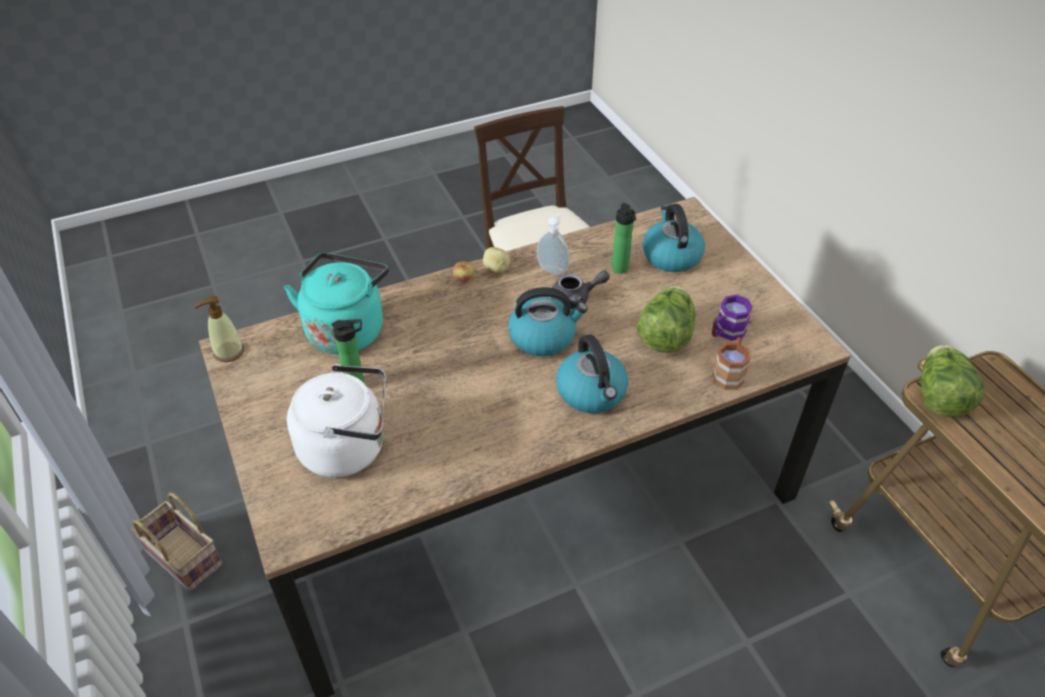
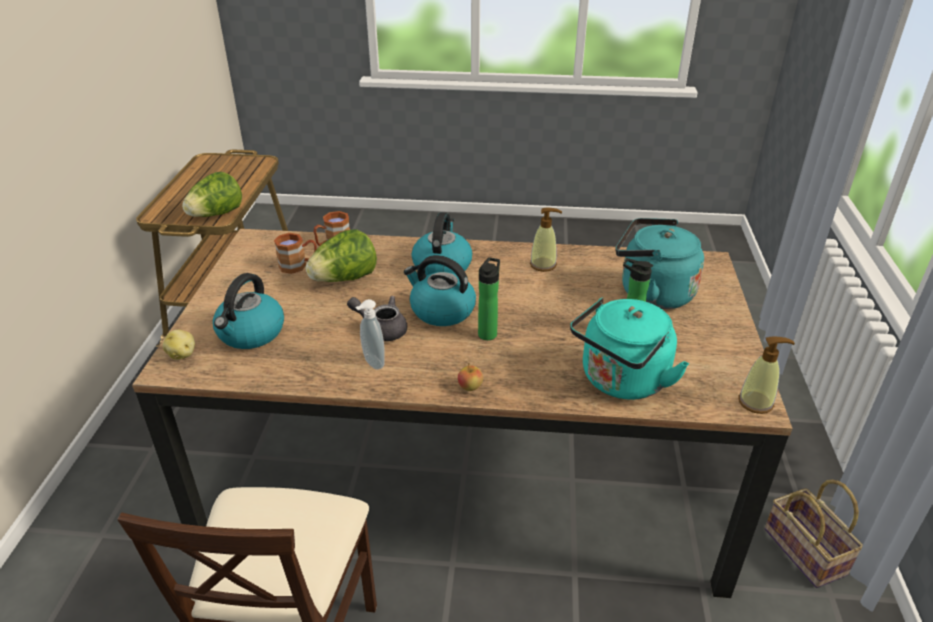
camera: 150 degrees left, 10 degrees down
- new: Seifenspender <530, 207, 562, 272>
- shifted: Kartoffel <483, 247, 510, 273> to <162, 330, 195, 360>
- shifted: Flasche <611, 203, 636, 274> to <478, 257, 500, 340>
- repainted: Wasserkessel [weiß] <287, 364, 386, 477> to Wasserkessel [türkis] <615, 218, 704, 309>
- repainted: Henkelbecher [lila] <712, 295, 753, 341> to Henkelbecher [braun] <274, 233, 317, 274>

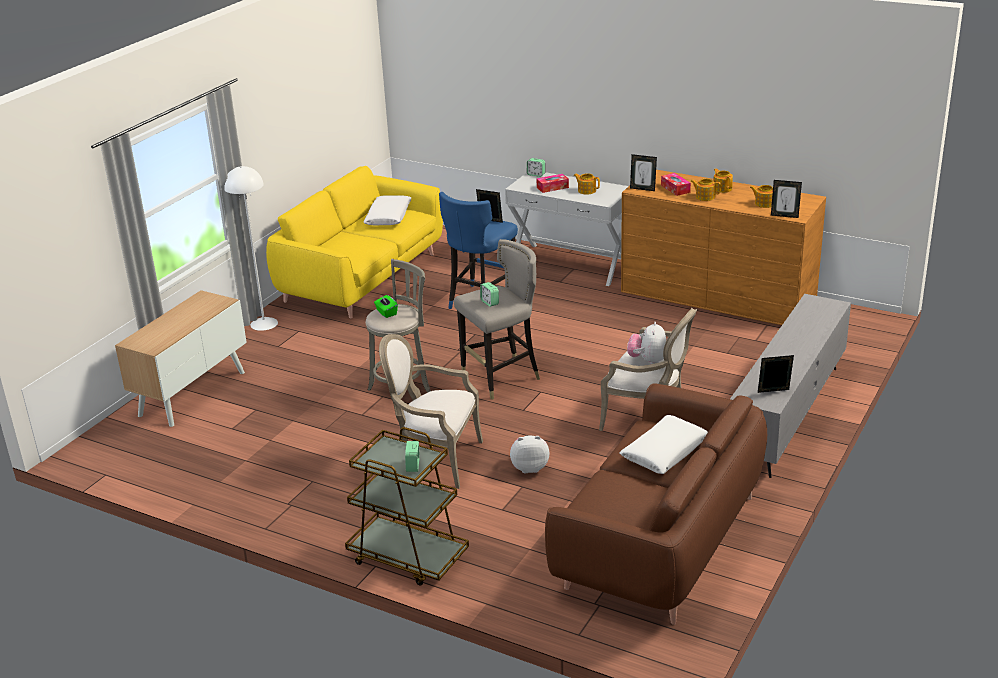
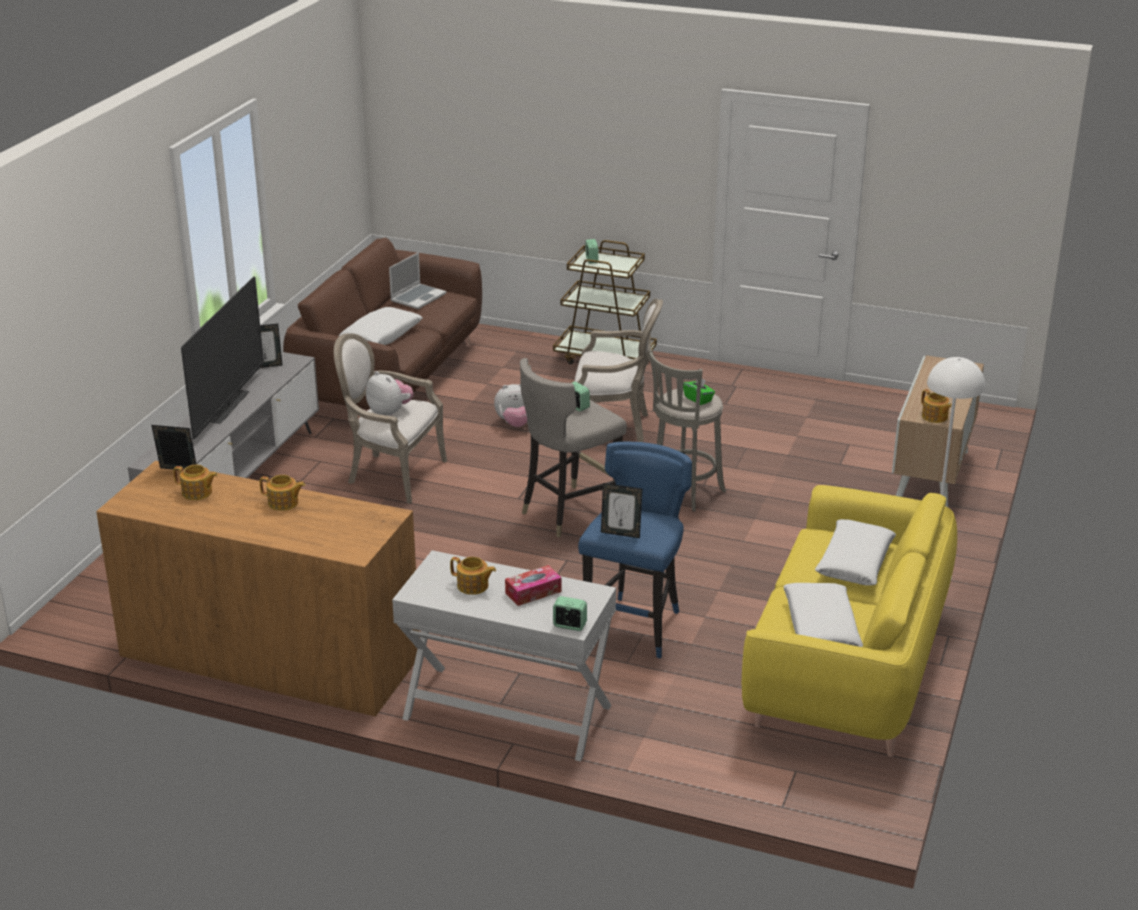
camera: 170 degrees right, 0 degrees up
- gone: Bilderrahmen <630, 154, 657, 191>
- gone: Taschentuchbox <661, 173, 691, 196>
- new: Fernseher <181, 276, 264, 440>
- new: Laptop <389, 252, 447, 309>
- new: Kissen [weiß] <815, 519, 896, 585>
- shifted: Teekanne <713, 168, 733, 193> to <921, 389, 952, 423>
- rotated: Plüschtier <627, 322, 666, 364> = <366, 371, 414, 416> 45 degrees counterclockwise

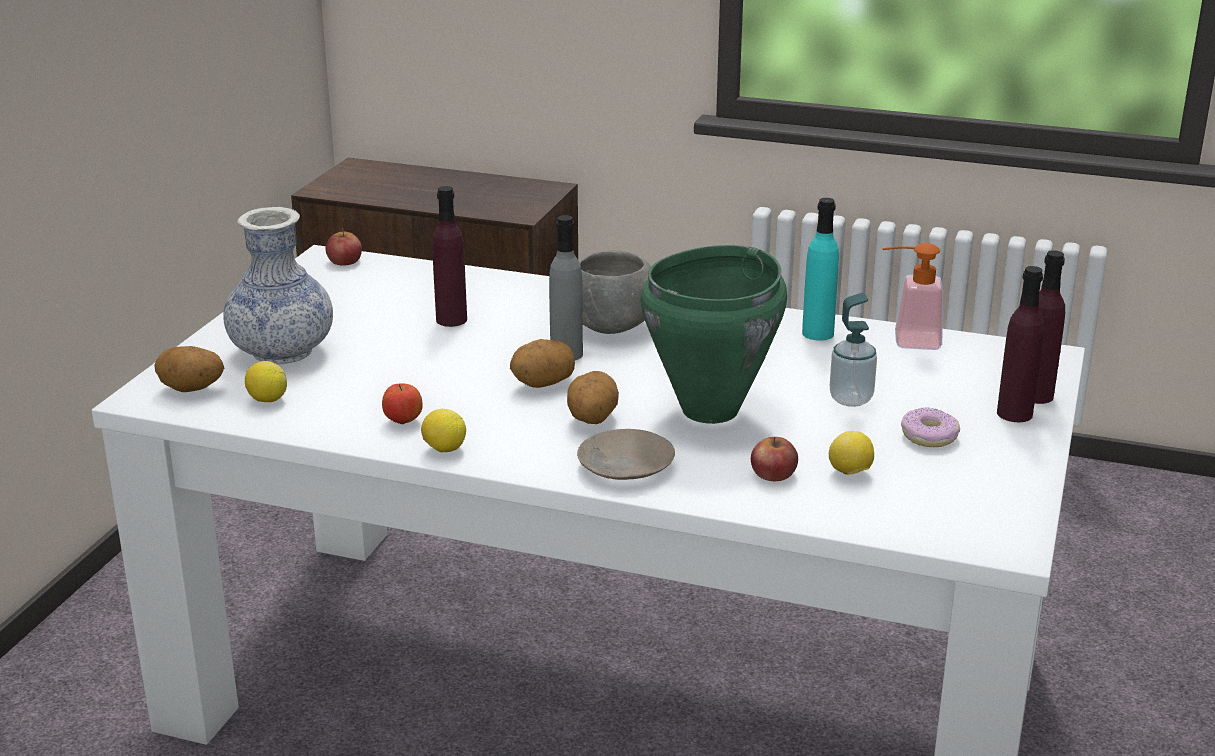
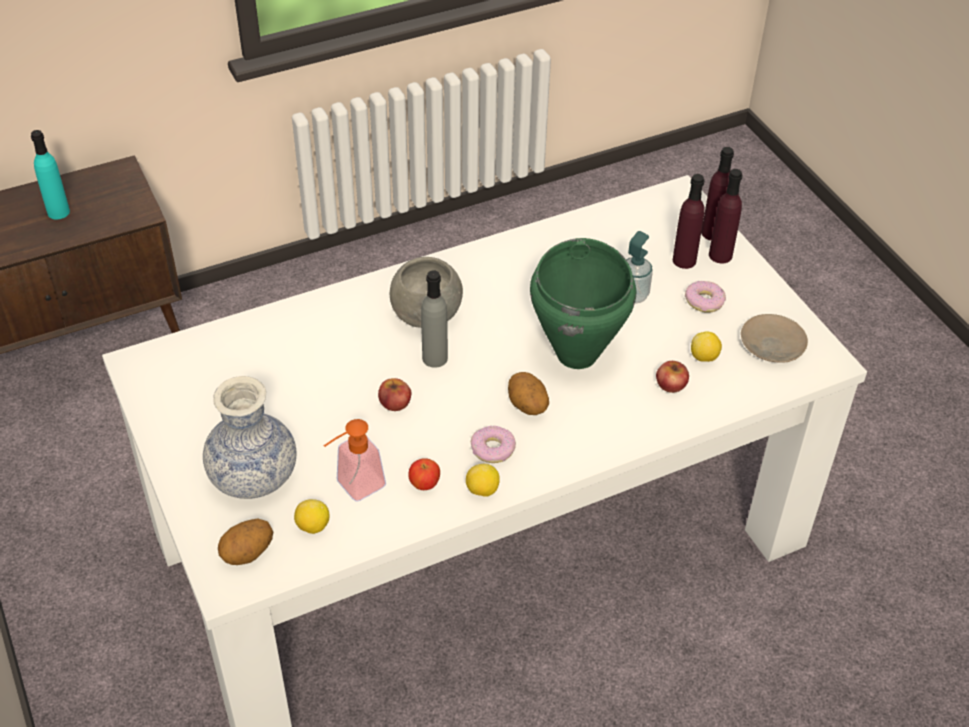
camera: 45 degrees left, 20 degrees up
- gone: Kartoffel <510, 339, 575, 388>
- new: Donut <471, 426, 516, 463>
- shifted: Apfel <326, 228, 362, 266> to <378, 378, 412, 411>
- shifted: Flasche [lila] <432, 186, 467, 327> to <673, 174, 705, 269>
- shifted: Teller [beige] <577, 429, 675, 480> to <741, 314, 808, 363>
- shifted: Flasche [türkis] <802, 198, 839, 341> to <31, 130, 70, 220>
- shifted: Seifenspender <882, 243, 943, 350> to <323, 419, 386, 502>

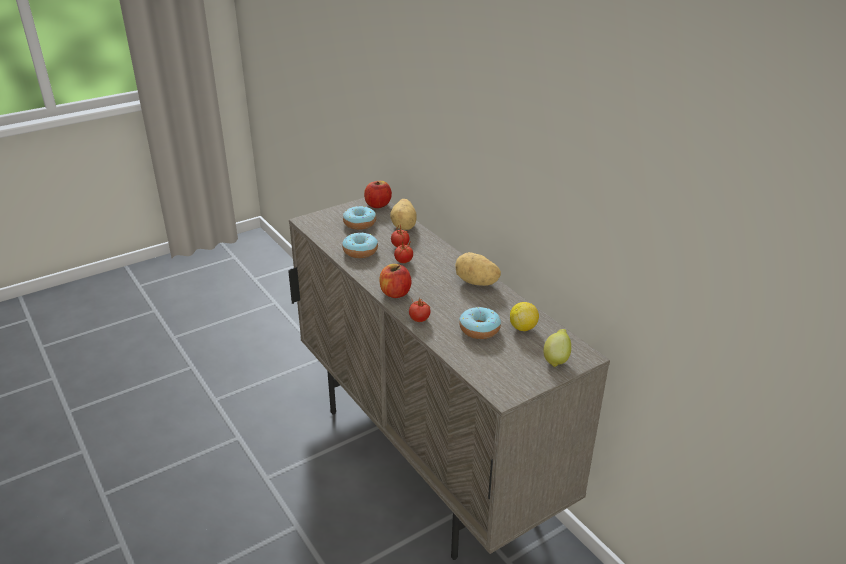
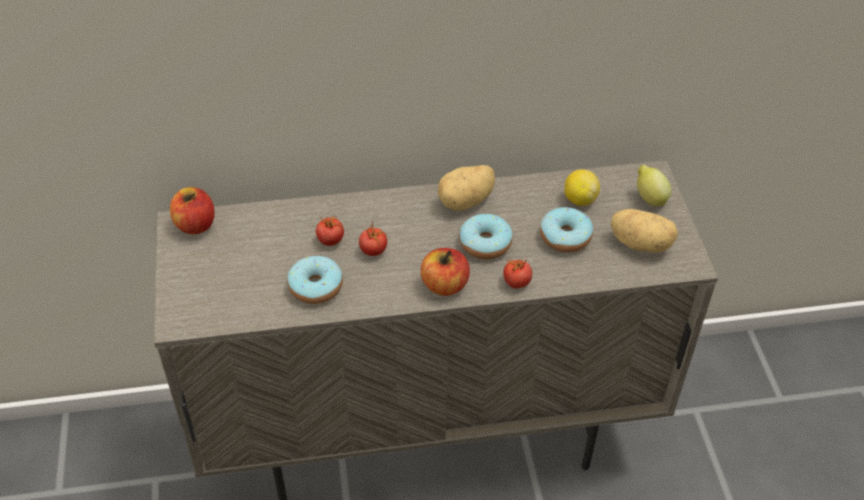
camera: 65 degrees left, 15 degrees up
- shifted: Donut <343, 206, 376, 230> to <459, 214, 513, 259>
- shifted: Kartoffel <390, 199, 416, 230> to <611, 209, 678, 253>

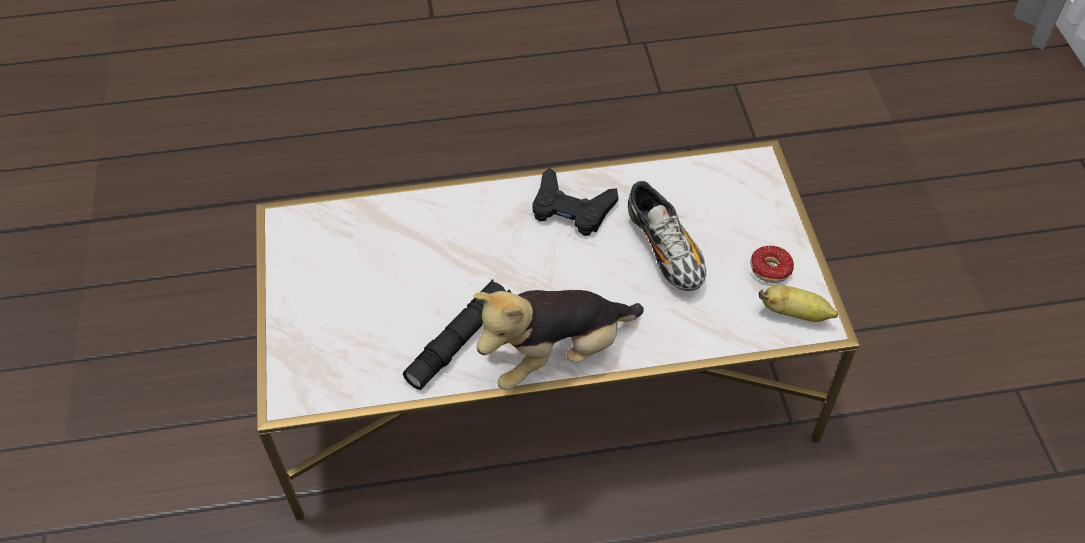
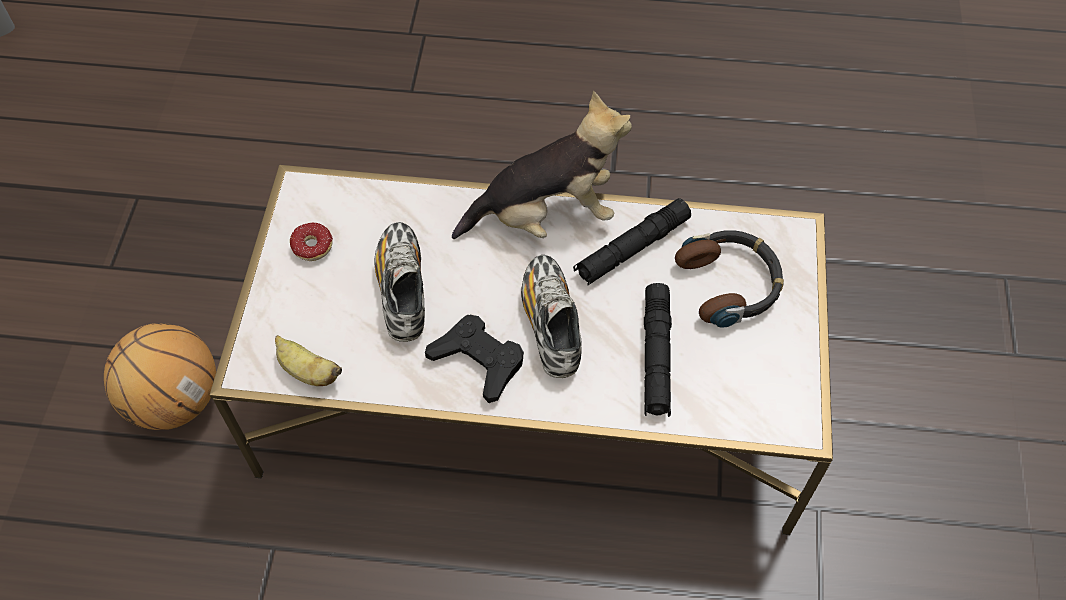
camera: 165 degrees left, 5 degrees up
- new: Basketball <104, 323, 216, 430>
- new: Schuh <521, 255, 581, 378>
- new: Taschenlampe [schwarz] <644, 283, 672, 417>
- new: Kopfhörer <675, 230, 784, 327>
- shifted: Banane <759, 285, 838, 322> to <275, 335, 342, 386>

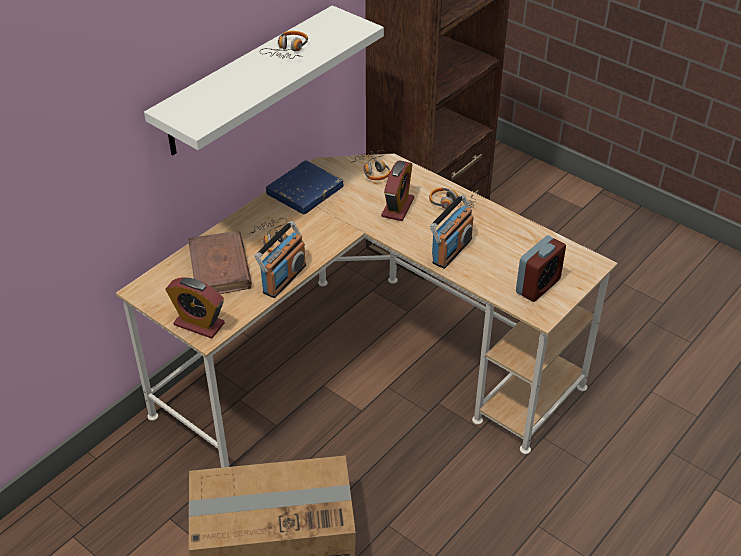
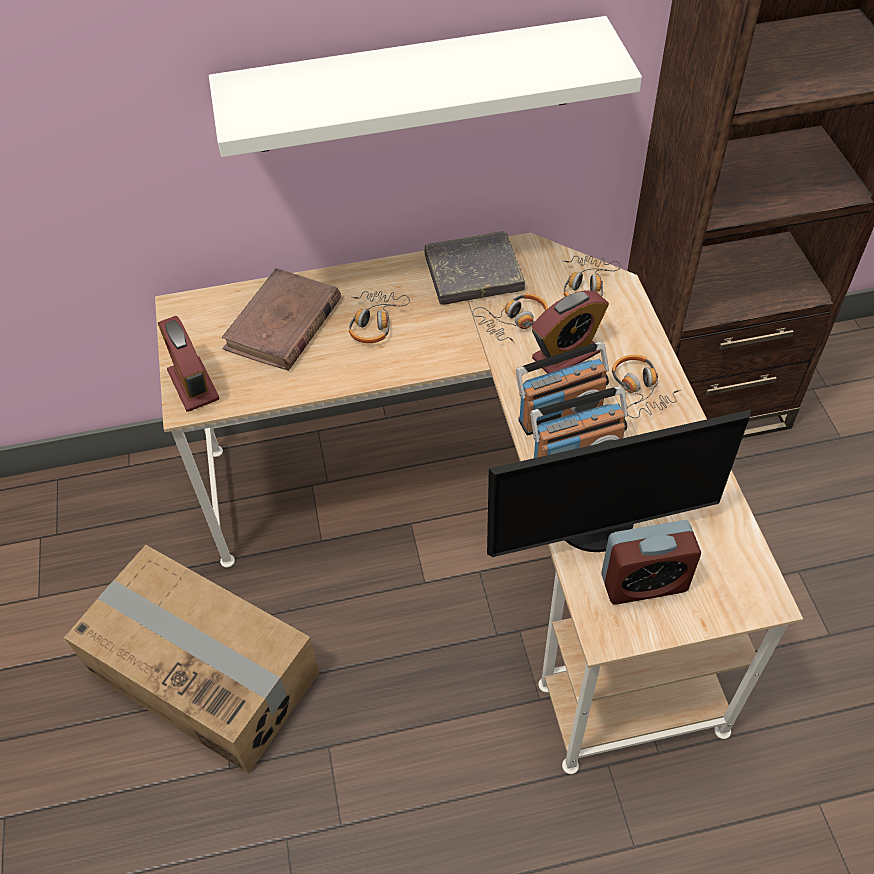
camera: 40 degrees right, 10 degrees up
- new: Monitor <487, 410, 751, 557>
- shifted: Radio <255, 221, 306, 298> to <516, 342, 609, 435>
- shifted: Kopfhörer <260, 31, 308, 59> to <472, 294, 548, 343>
- repainted: Buch [blau] <266, 160, 343, 214> to Buch [grau] <425, 231, 525, 305>

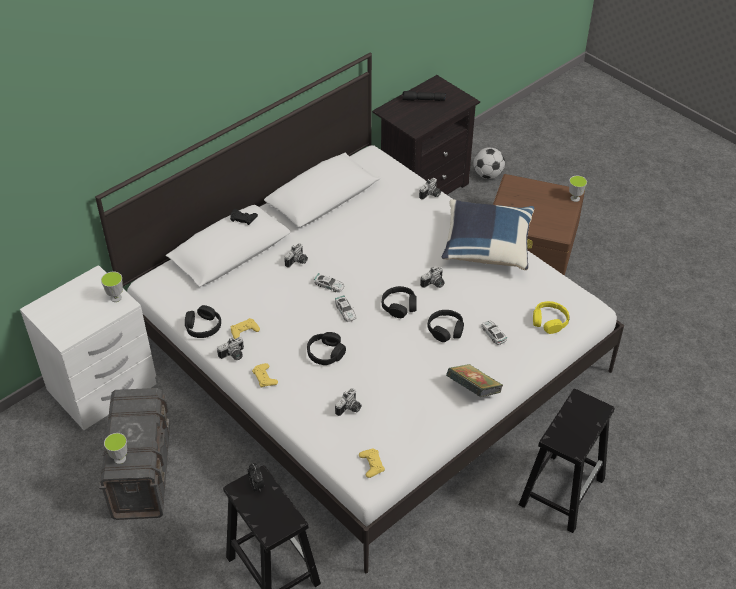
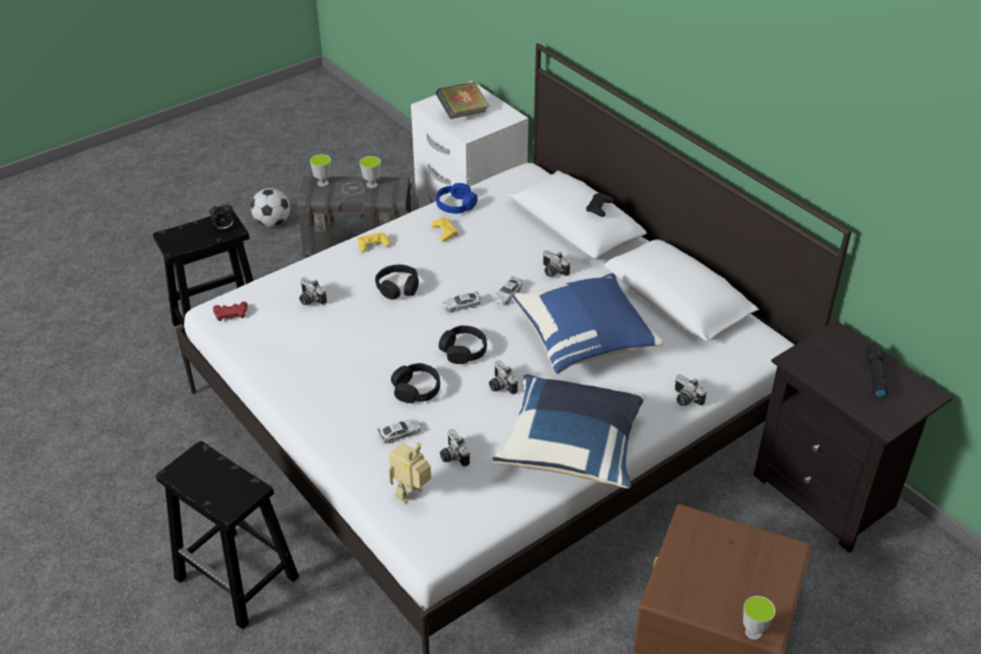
camera: 95 degrees right, 5 degrees down
- new: Kissen [blau] <511, 273, 664, 374>
- shifted: Tasse <101, 271, 123, 302> to <360, 156, 381, 188>
- shifted: Kamera <217, 337, 244, 360> to <440, 429, 470, 467>
- shifted: Buch <446, 364, 503, 397> to <436, 82, 490, 119>
- shifted: Fußball <474, 147, 505, 179> to <251, 188, 290, 227>
- swapped: Kopfhörer [gelb] <533, 301, 569, 334> to Spielzeugroboter <388, 442, 431, 504>
- repainted: Kopfhörer [schwarz] <185, 305, 221, 338> to Kopfhörer [blau] <436, 183, 478, 214>
- repainted: Gamepad [gelb] <359, 449, 385, 478> to Gamepad [rot] <213, 302, 248, 321>

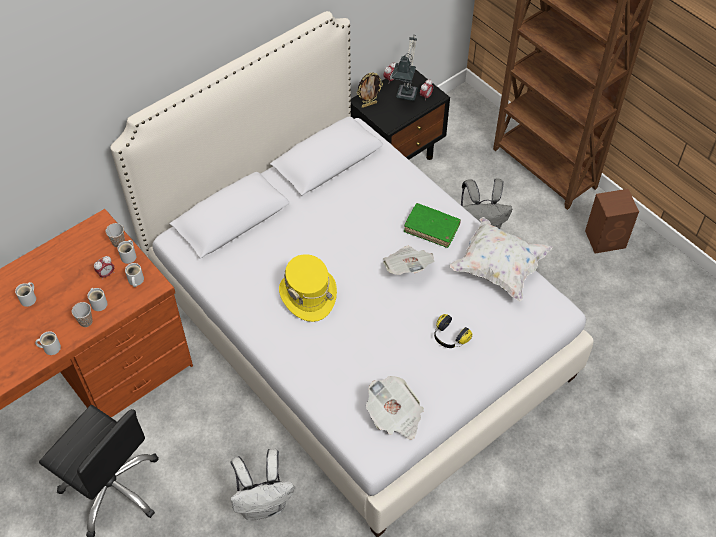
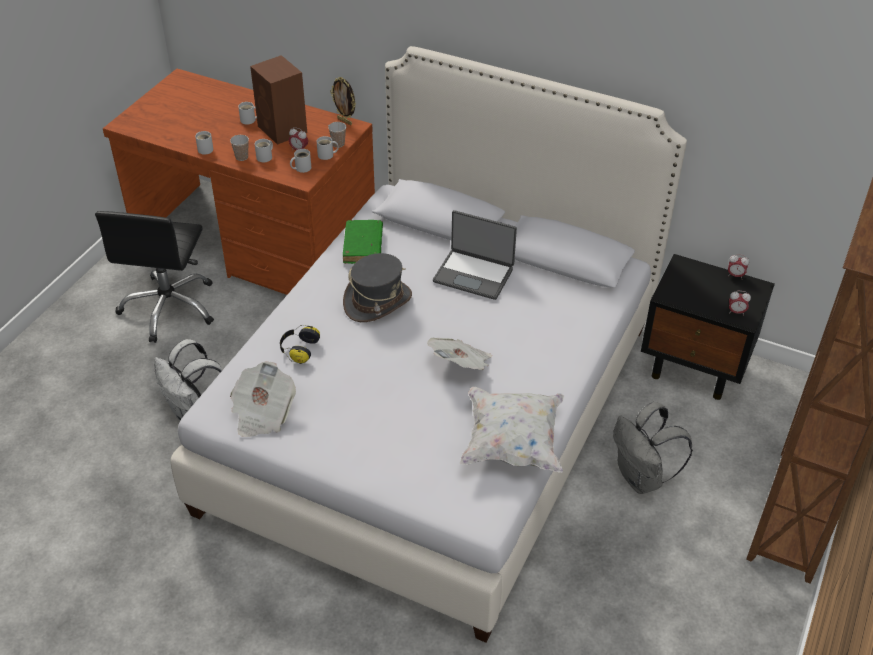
camera: 65 degrees right, 10 degrees down
- gone: Tischlampe <392, 34, 418, 101>
- new: Laptop <433, 210, 517, 300>
- shifted: Bilderrahmen <357, 73, 383, 108> to <330, 77, 356, 125>
- shifted: Buch [grün] <404, 203, 461, 248> to <343, 220, 383, 264>
- shifted: Kopfhörer <434, 314, 472, 348> to <280, 325, 320, 364>
- shifted: Lautsprecher [braun] <585, 189, 639, 254> to <250, 55, 307, 145>
- repainted: Hut [gelb] <279, 254, 337, 322> to Hut [grau] <343, 253, 412, 322>

